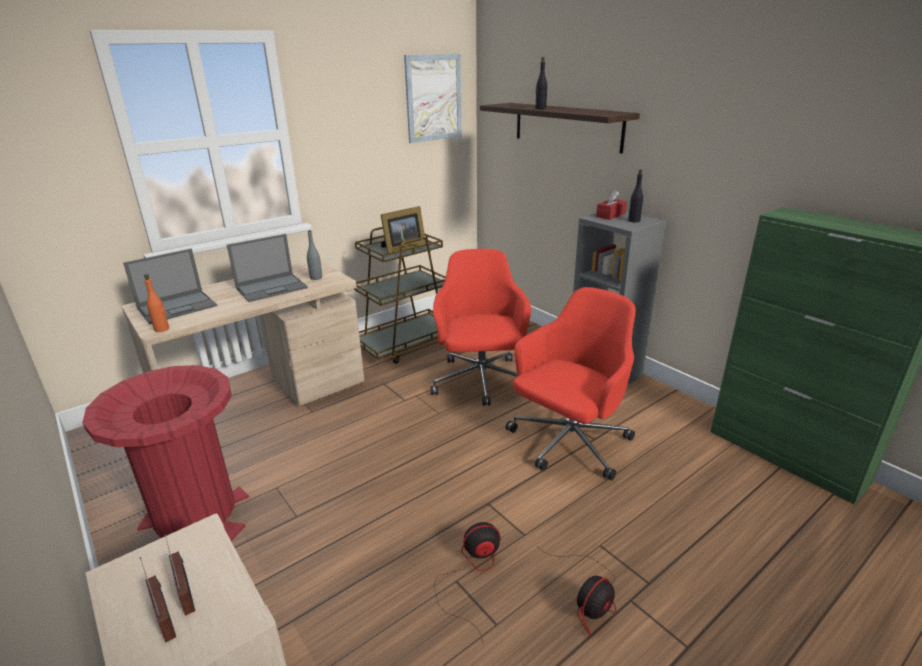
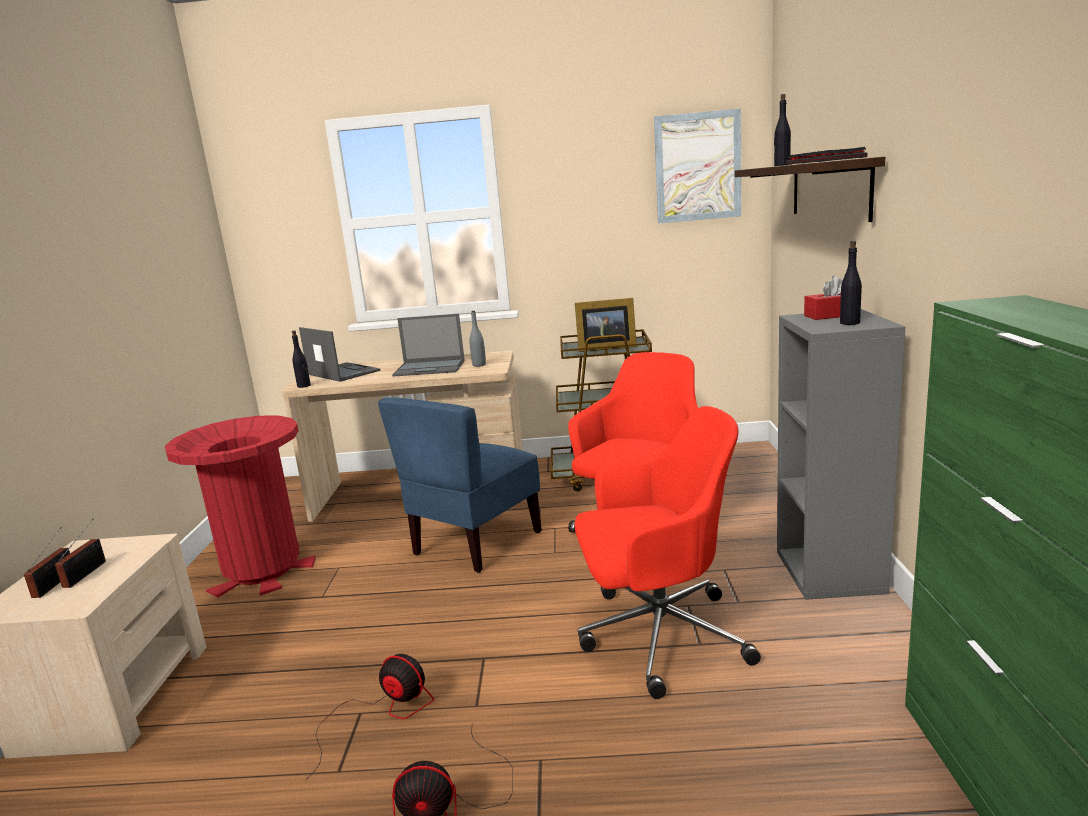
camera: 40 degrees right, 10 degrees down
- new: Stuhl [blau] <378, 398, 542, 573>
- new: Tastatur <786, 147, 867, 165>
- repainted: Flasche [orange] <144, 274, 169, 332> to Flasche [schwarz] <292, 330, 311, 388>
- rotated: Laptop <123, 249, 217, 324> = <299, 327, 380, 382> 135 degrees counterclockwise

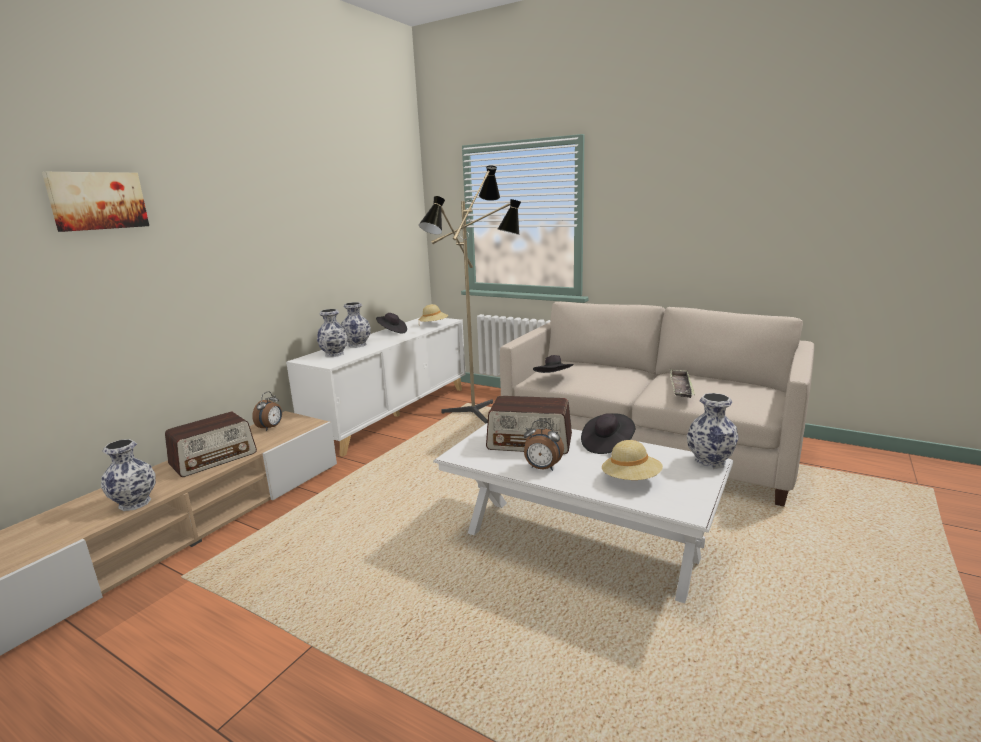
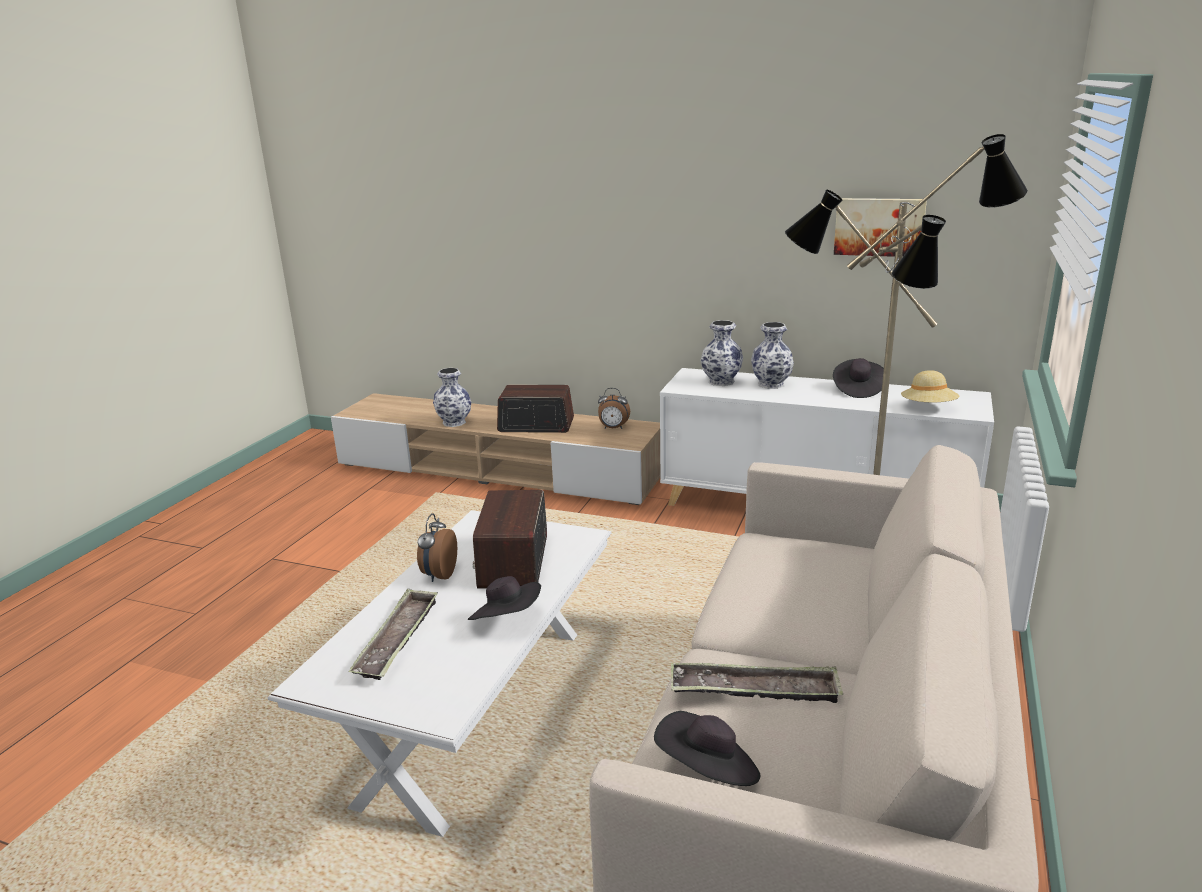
camera: 80 degrees right, 5 degrees up
- gone: Vase <687, 393, 739, 469>
- shifted: Bild <42, 172, 149, 232> to <834, 198, 927, 257>
- shifted: Hut [schwarz] <533, 355, 574, 373> to <654, 711, 760, 786>
- swapped: Hut [beige] <602, 440, 663, 480> to Tablett <348, 588, 438, 680>
- rotated: Radio <165, 412, 257, 477> = <497, 385, 574, 433> 150 degrees clockwise

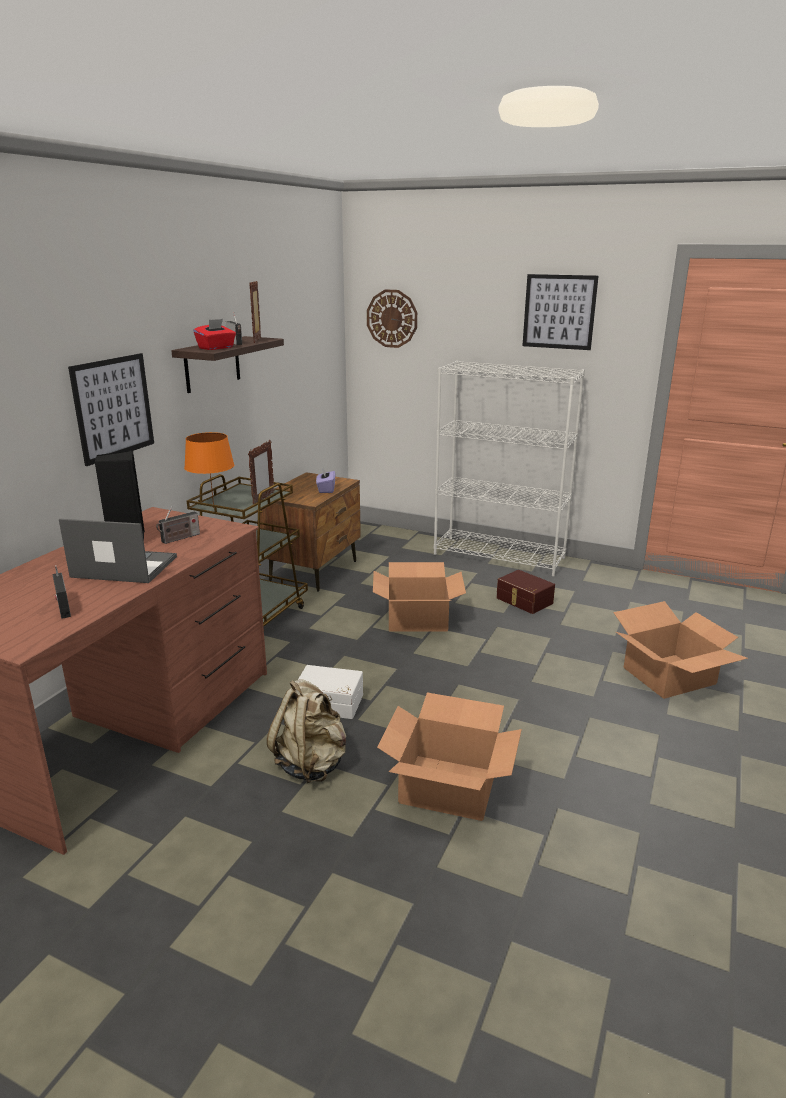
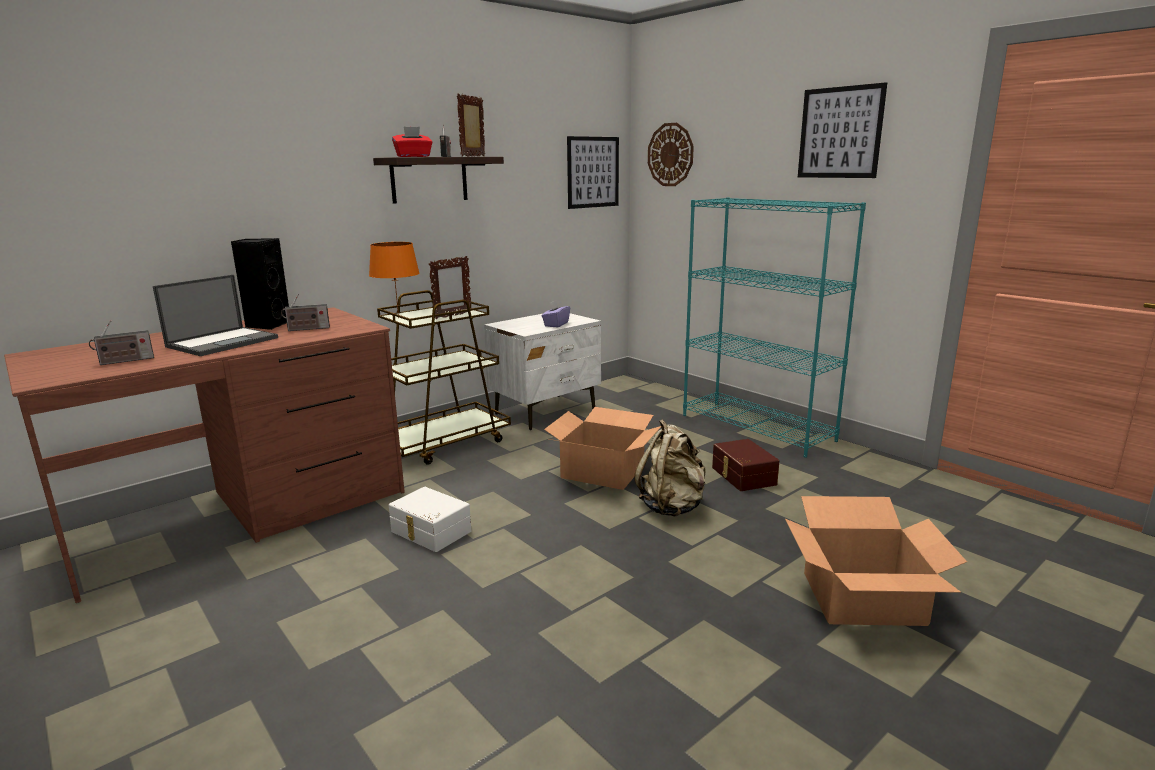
camera: 25 degrees right, 5 degrees down
- gone: Karton <377, 692, 522, 821>
- shifted: Bild <68, 353, 154, 466> to <567, 136, 619, 209>
- shifted: Rucksack [beige] <267, 679, 347, 783> to <635, 419, 706, 516>
- repainted: Nachttisch [braun] <260, 472, 361, 592> to Nachttisch [weiß] <484, 313, 601, 430>
- repainted: Bücherregal [weiß] <434, 361, 585, 576> to Bücherregal [türkis] <683, 197, 866, 458>
- rotated: Radio <53, 565, 71, 619> = <89, 320, 154, 365> 120 degrees counterclockwise
- rotated: Laptop <59, 519, 177, 583> = <153, 274, 278, 356> 90 degrees clockwise

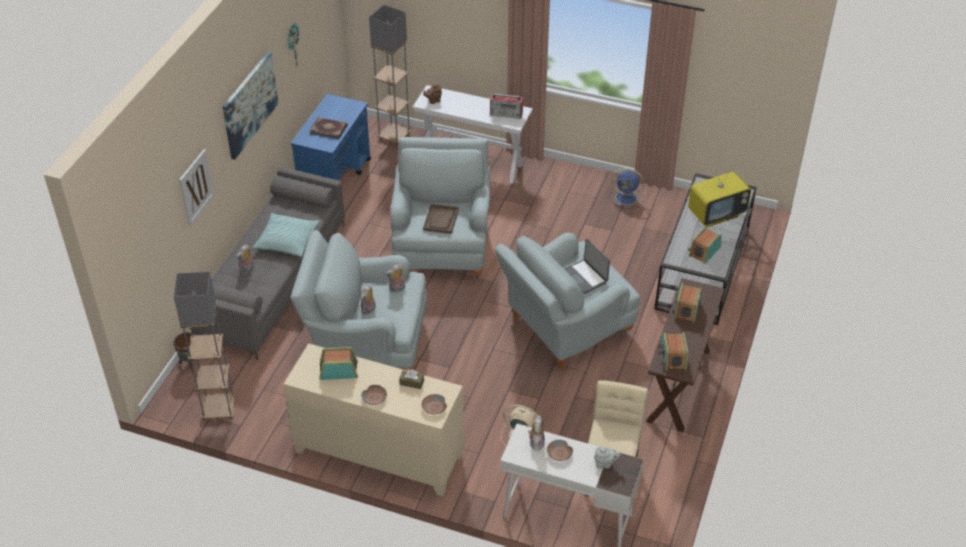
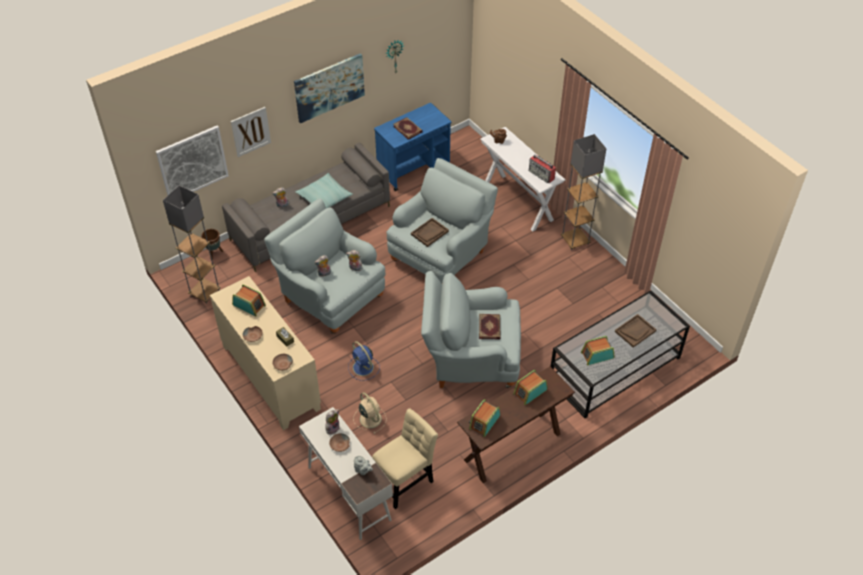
camera: 35 degrees right, 5 degrees up
- new: Bild <156, 125, 229, 195>
- shifted: Stehlampe [grau] <369, 5, 411, 146> to <561, 134, 607, 250>
- shifted: Ventilator [blau] <610, 168, 645, 209> to <348, 341, 380, 381>
- swapped: Laptop <564, 238, 610, 294> to Buch <479, 314, 500, 340>
- swapped: Fernseher <688, 165, 751, 227> to Tablett [braun] <615, 314, 656, 348>

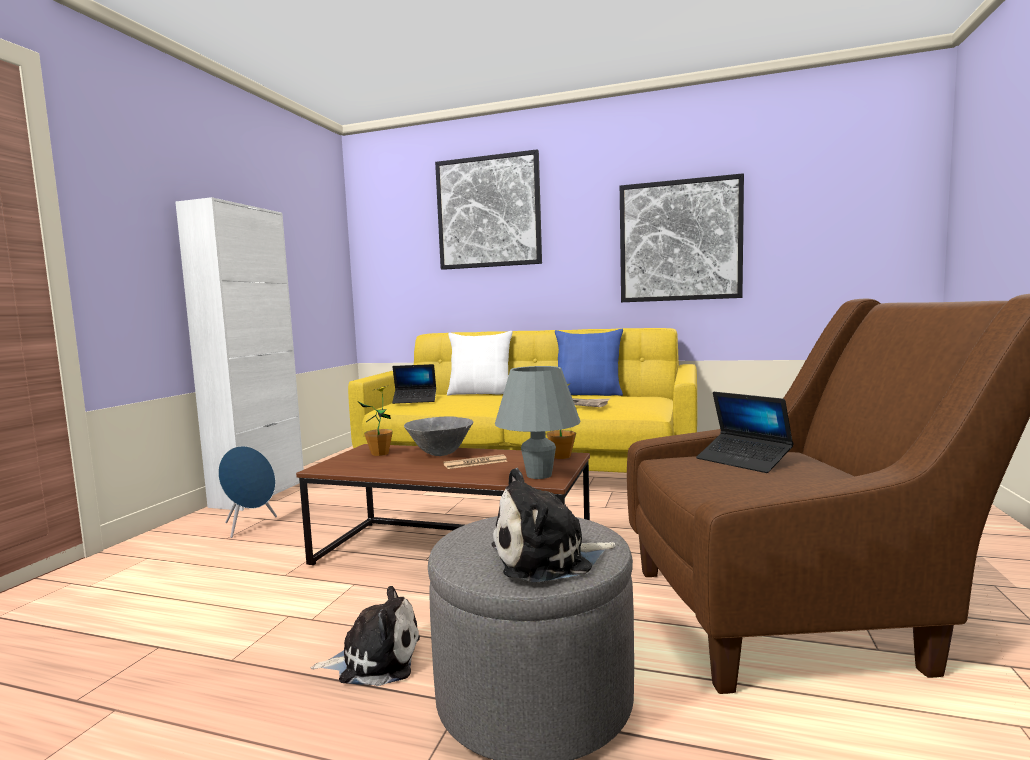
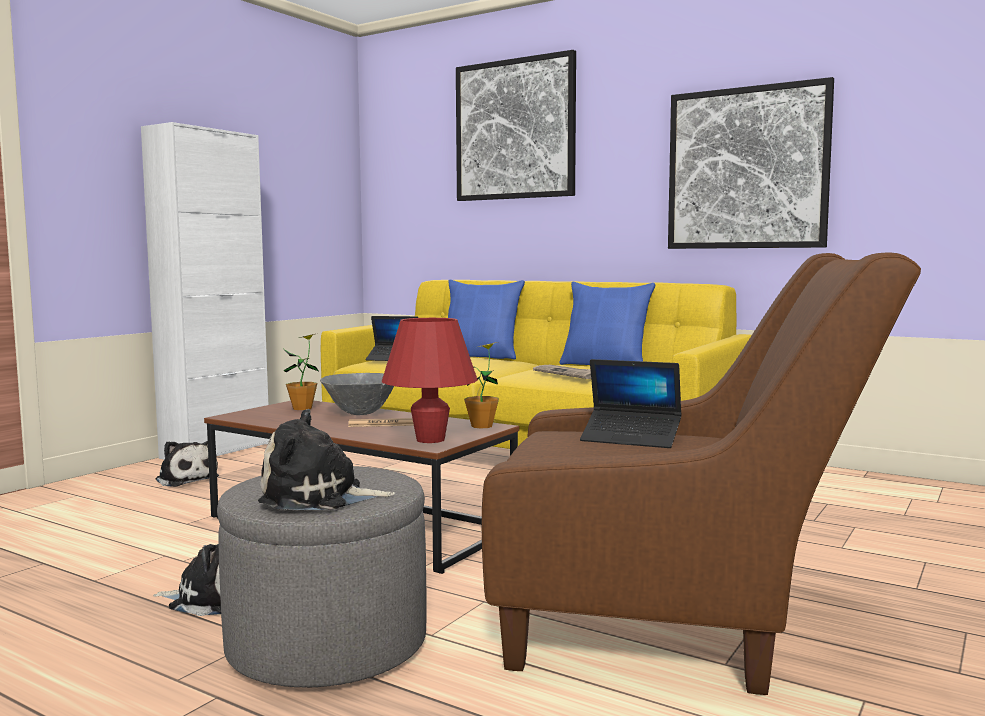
camera: 15 degrees right, 0 degrees up
- swapped: Lautsprecher [blau] <218, 446, 277, 538> to Plüschtier <155, 440, 219, 487>
- repainted: Kissen [weiß] <447, 331, 513, 396> to Kissen [blau] <448, 280, 525, 359>
- repainted: Tischlampe [grau] <495, 366, 581, 479> to Tischlampe [rot] <382, 318, 478, 443>
- rotated: Laptop <696, 392, 794, 473> = <580, 359, 682, 448> 45 degrees counterclockwise

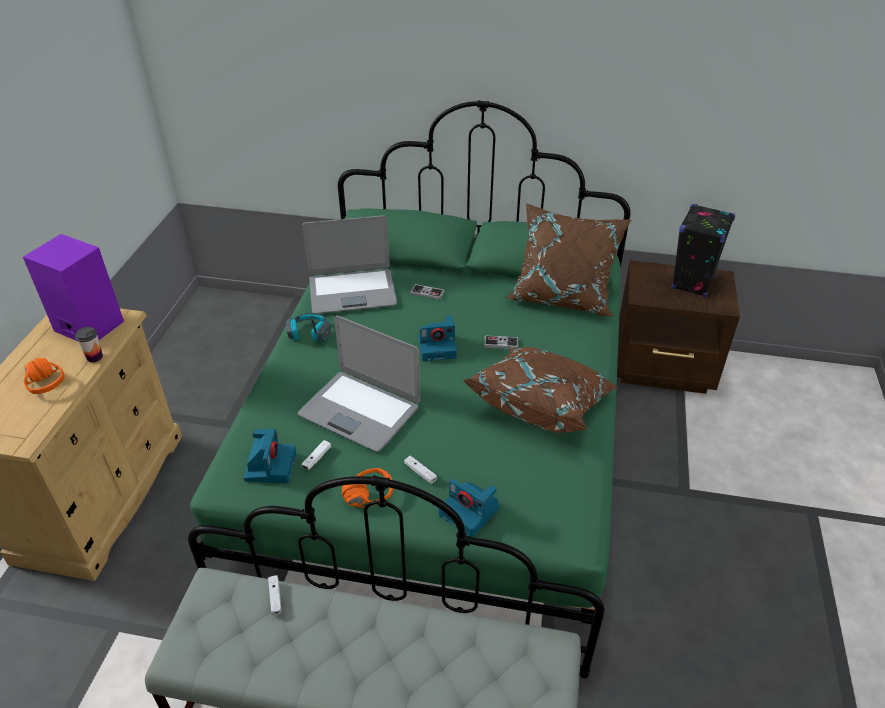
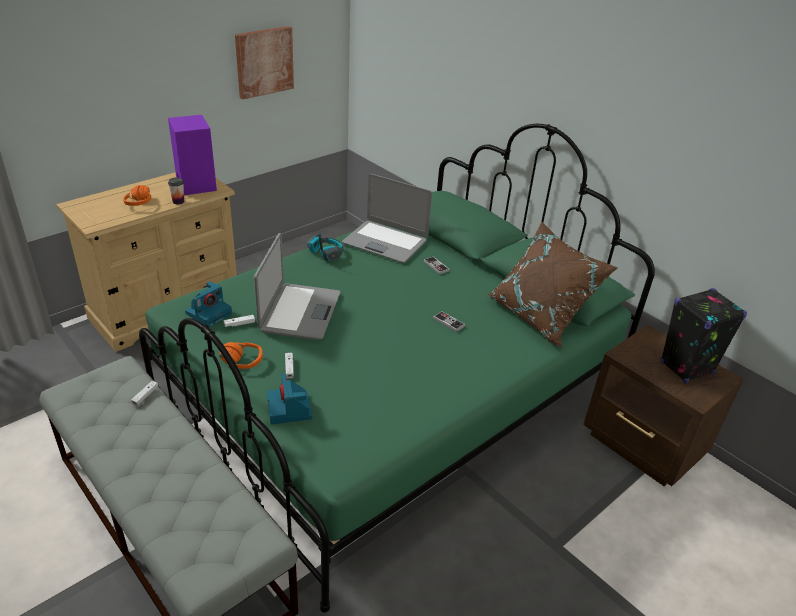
camera: 35 degrees right, 5 degrees down
- gone: Kamera <418, 315, 457, 361>
- gone: Kissen [braun] <464, 347, 618, 433>
- new: Bild <235, 26, 294, 100>
- rotated: Laptop <298, 315, 420, 452> = <254, 233, 340, 340> 150 degrees counterclockwise

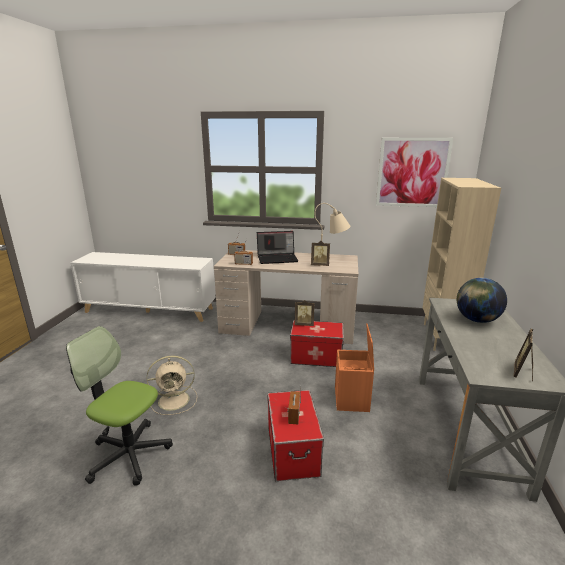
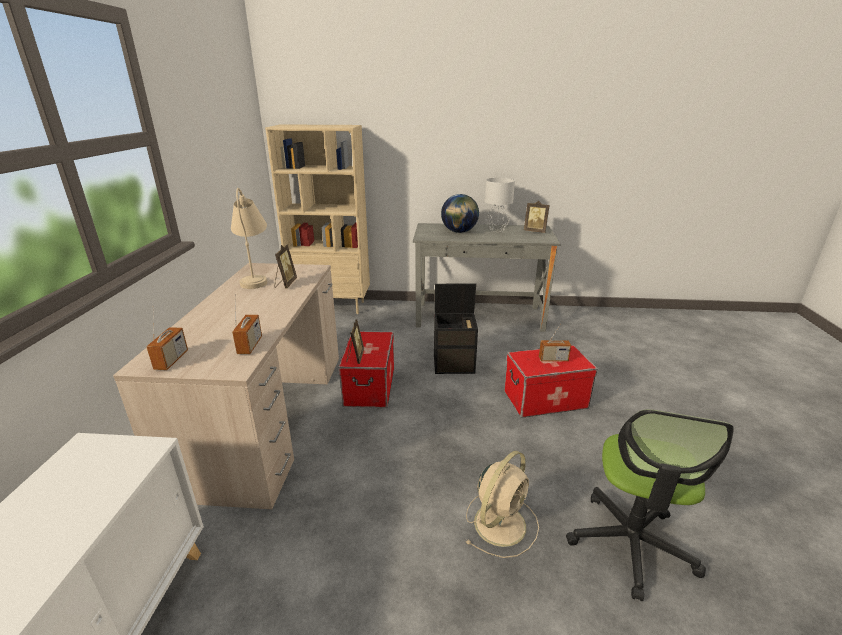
camera: 95 degrees left, 5 degrees up
- gone: Laptop <257, 231, 298, 264>
- gone: Bild <376, 138, 453, 207>
- new: Tischlampe [grau] <485, 178, 515, 232>
- repainted: Aufbewahrungsbox [orange] <335, 323, 374, 412> to Aufbewahrungsbox [schwarz] <434, 283, 478, 374>
- rotated: Ventilator [beige] <147, 356, 197, 415> = <465, 451, 539, 558> 60 degrees clockwise

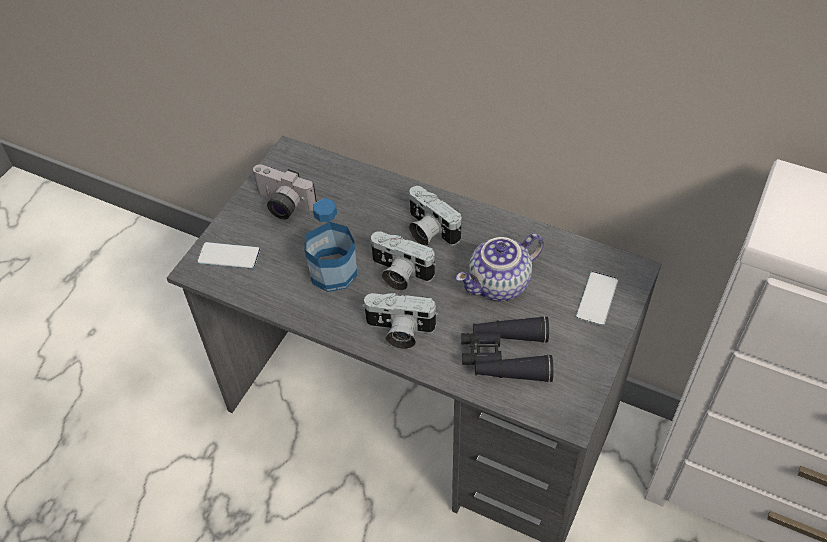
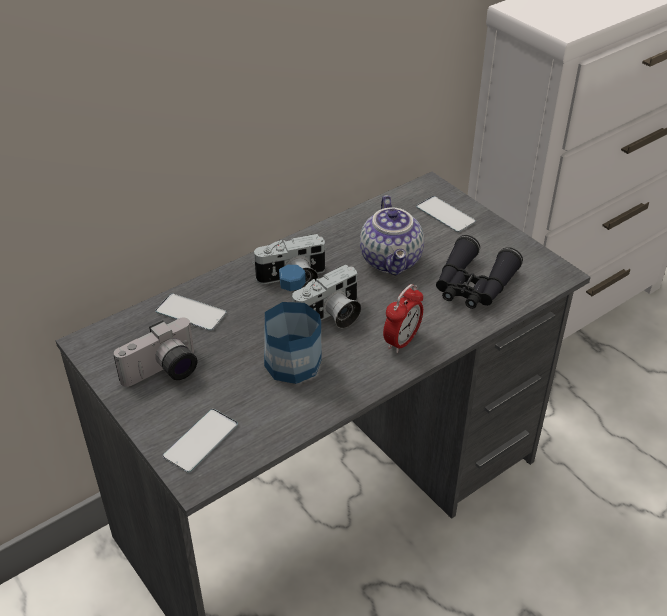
camera: 65 degrees left, 10 degrees down
- new: Handy <155, 293, 227, 331>
- swapped: Kamera <362, 293, 438, 349> to Wecker <383, 284, 423, 353>

